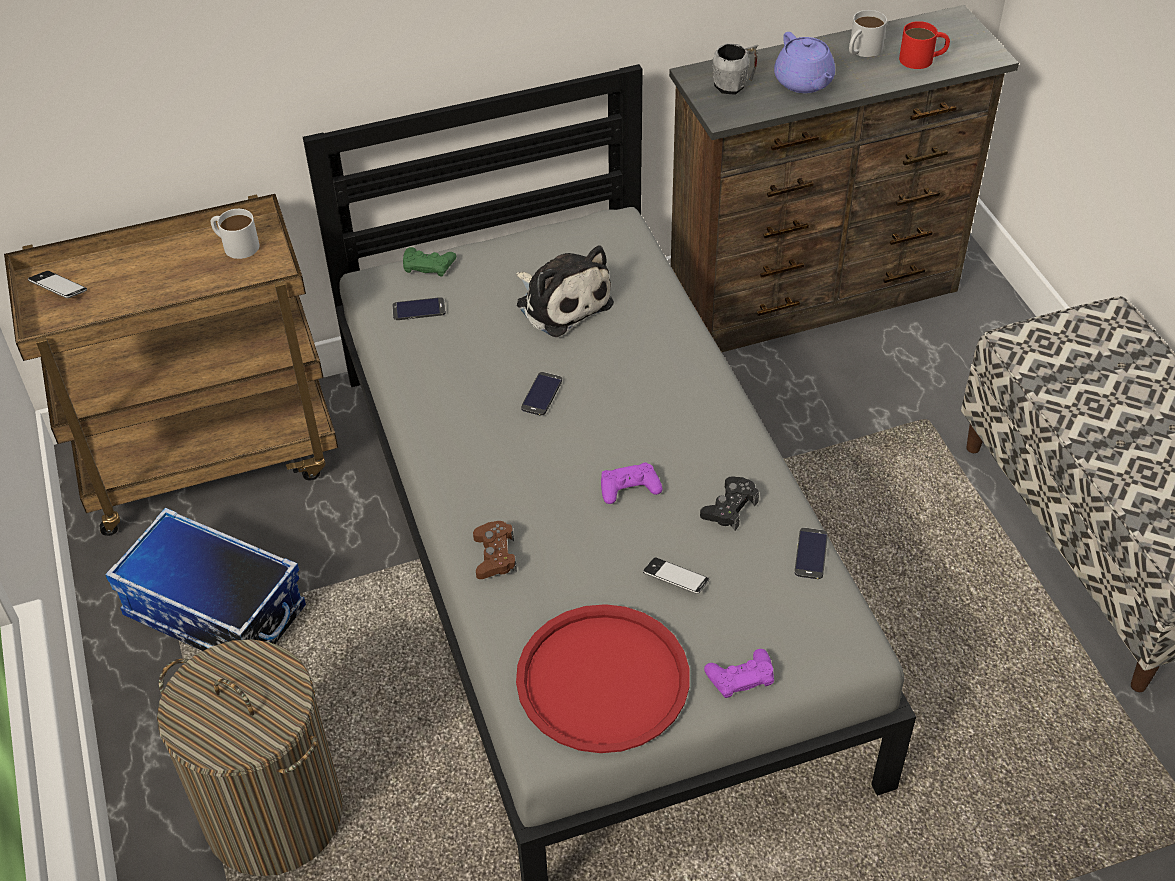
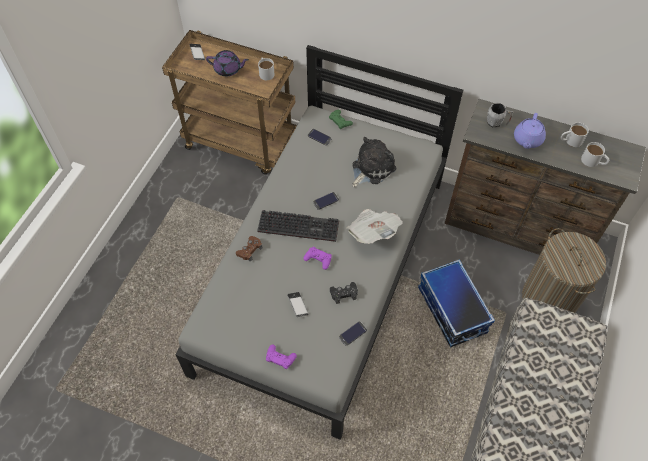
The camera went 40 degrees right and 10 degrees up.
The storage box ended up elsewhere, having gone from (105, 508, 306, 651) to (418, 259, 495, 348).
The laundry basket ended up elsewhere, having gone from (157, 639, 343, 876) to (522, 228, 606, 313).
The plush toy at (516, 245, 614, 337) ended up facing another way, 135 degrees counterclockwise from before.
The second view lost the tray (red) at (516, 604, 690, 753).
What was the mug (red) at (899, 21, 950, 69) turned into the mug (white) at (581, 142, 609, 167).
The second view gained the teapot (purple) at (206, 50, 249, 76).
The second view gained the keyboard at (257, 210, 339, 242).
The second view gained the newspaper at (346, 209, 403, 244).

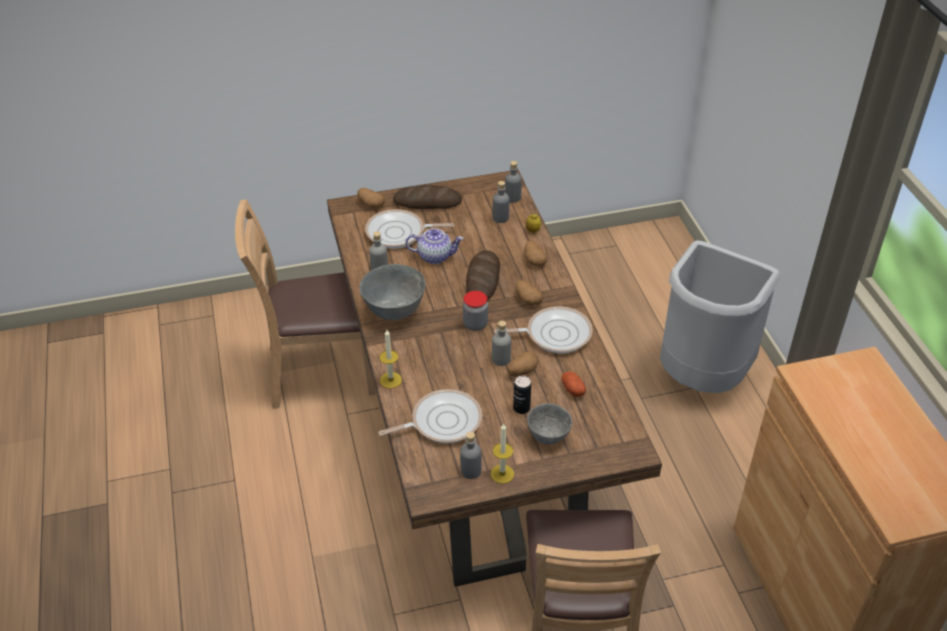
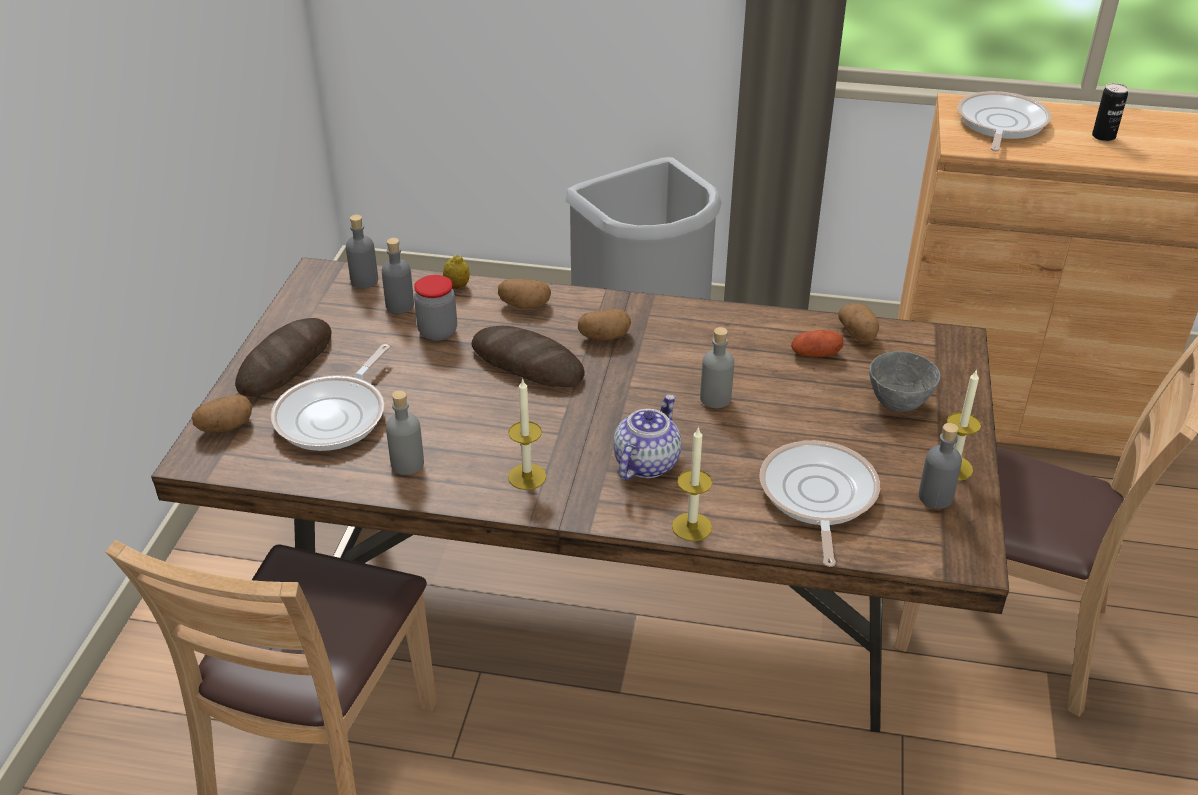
The camera went 65 degrees left and 5 degrees down.
Where the bowl (grey) stood at (360, 264, 426, 320), the candle came to stand at (508, 378, 547, 490).
The teapot ended up elsewhere, having gone from (405, 228, 464, 264) to (613, 395, 682, 480).
The jar ended up elsewhere, having gone from (463, 291, 488, 331) to (414, 275, 457, 341).
The frying pan ended up elsewhere, having gone from (494, 306, 593, 353) to (958, 91, 1051, 151).
The potato ended up elsewhere, having gone from (508, 352, 538, 377) to (838, 303, 879, 343).
The can ended up elsewhere, having gone from (513, 376, 531, 414) to (1092, 83, 1128, 142).

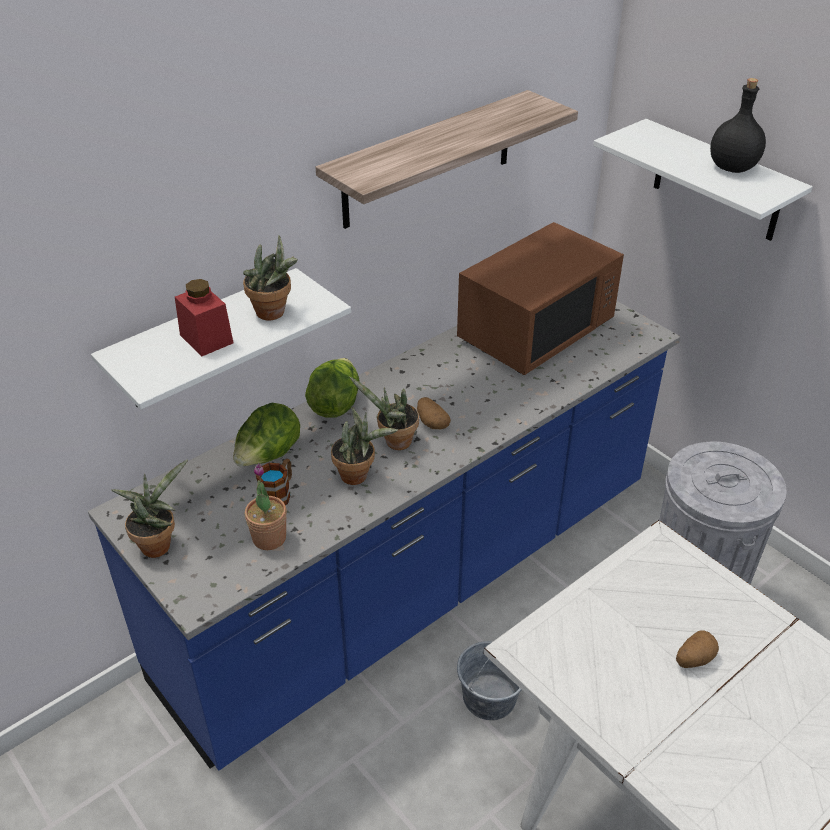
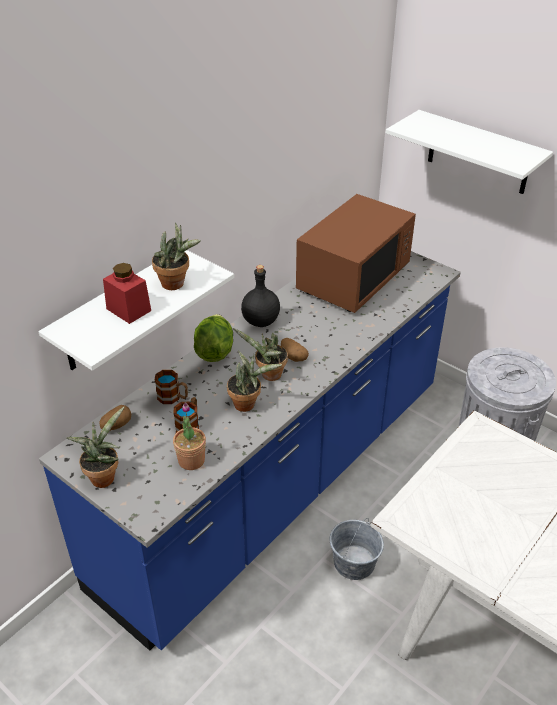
The camera went 10 degrees left and 0 degrees up.
Where the lettuce stood at (233, 403, 300, 466), the mug came to stand at (155, 370, 188, 404).
The second view lost the shelf at (315, 90, 578, 229).
The potato ended up elsewhere, having gone from (676, 630, 719, 668) to (99, 405, 131, 431).
The bottle (black) ended up elsewhere, having gone from (710, 78, 766, 173) to (241, 265, 280, 327).

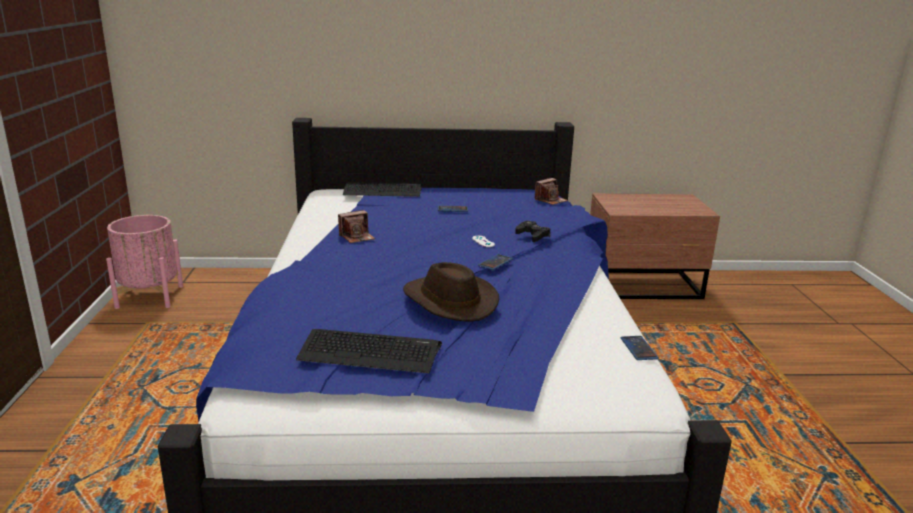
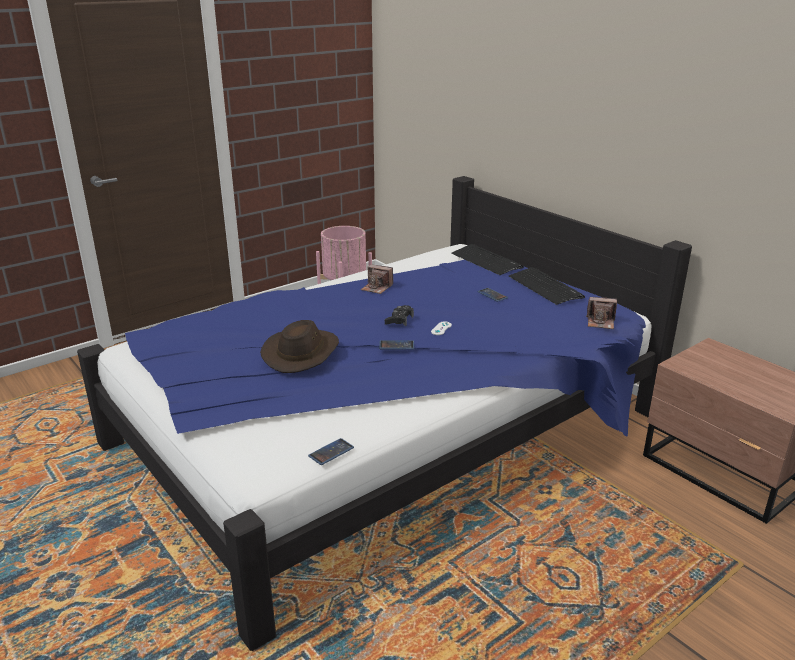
The camera went 55 degrees right and 5 degrees up.
The keyboard ended up elsewhere, having gone from (296, 329, 442, 373) to (509, 267, 585, 305).
The game controller (black) ended up elsewhere, having gone from (515, 221, 550, 242) to (385, 305, 414, 327).

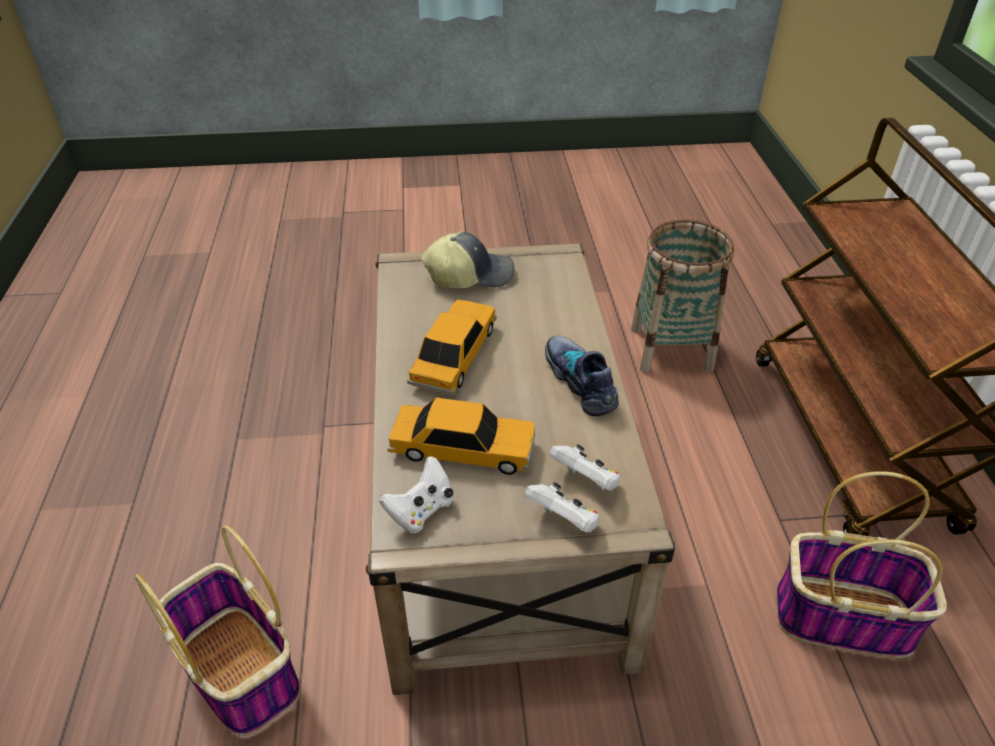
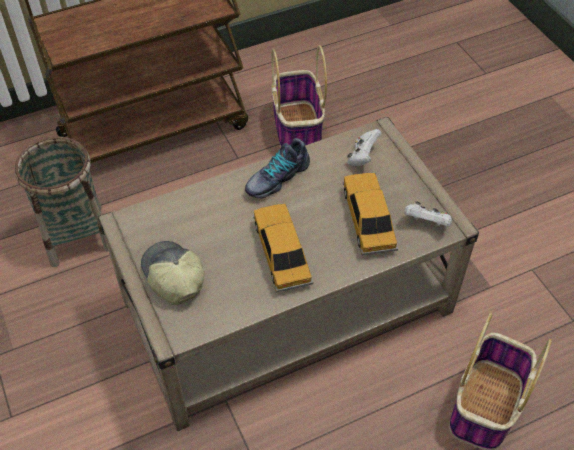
The camera went 110 degrees left and 10 degrees up.
The toy car at (407, 300, 496, 395) ended up facing another way, 75 degrees clockwise from before.
The second view lost the game controller (white) at (524, 482, 599, 532).

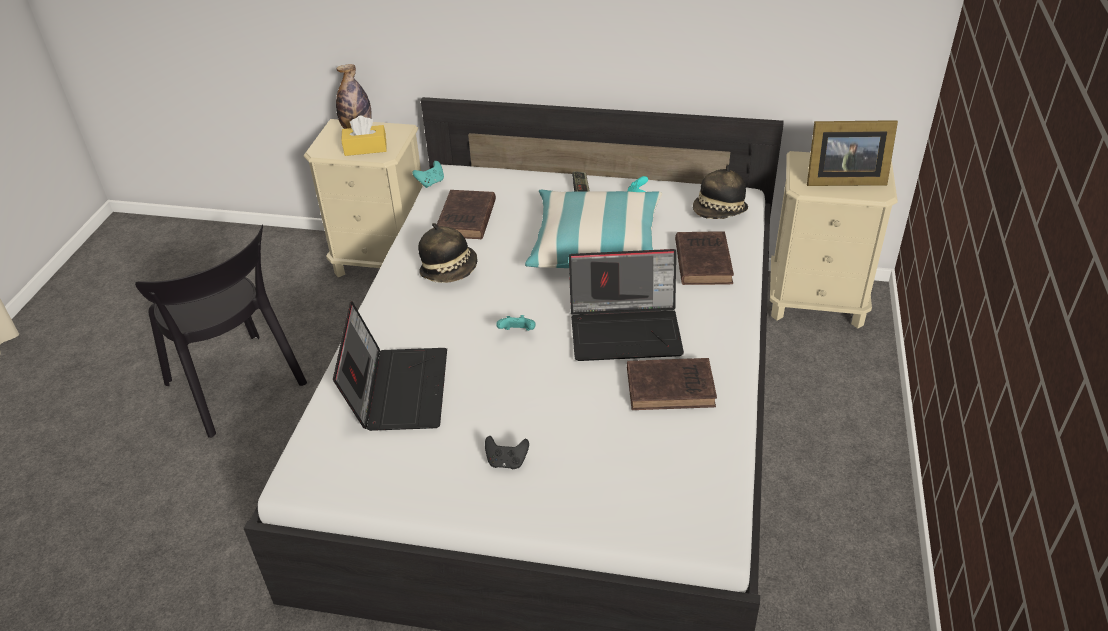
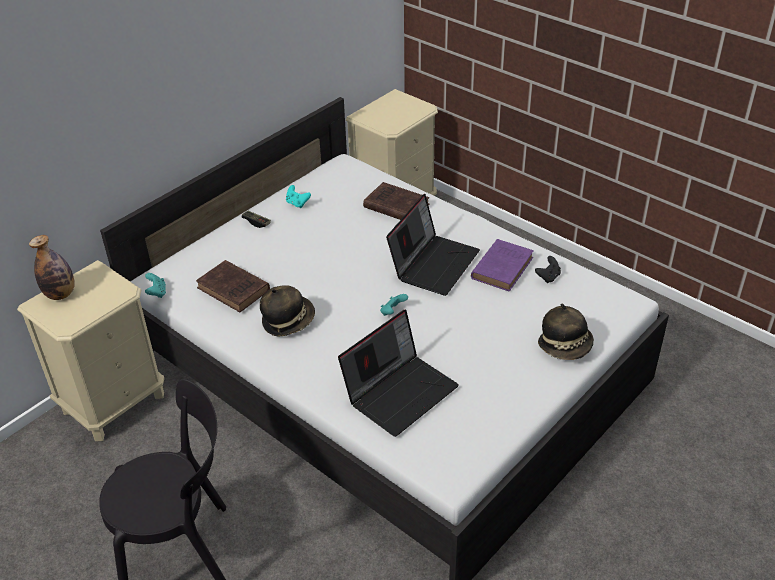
The camera went 60 degrees left and 0 degrees up.
The laptop at (333, 301, 447, 431) ended up facing another way, 105 degrees clockwise from before.
The second view lost the tissue box (yellow) at (341, 115, 387, 156).
The game controller (black) ended up elsewhere, having gone from (485, 436, 529, 469) to (535, 256, 561, 283).
The second view lost the pillow at (525, 189, 662, 268).
What was the book (brown) at (627, 358, 717, 410) turned into the book (purple) at (471, 239, 534, 291).
The hat ended up elsewhere, having gone from (693, 164, 748, 219) to (538, 303, 594, 360).
The second view lost the picture frame at (807, 120, 898, 186).

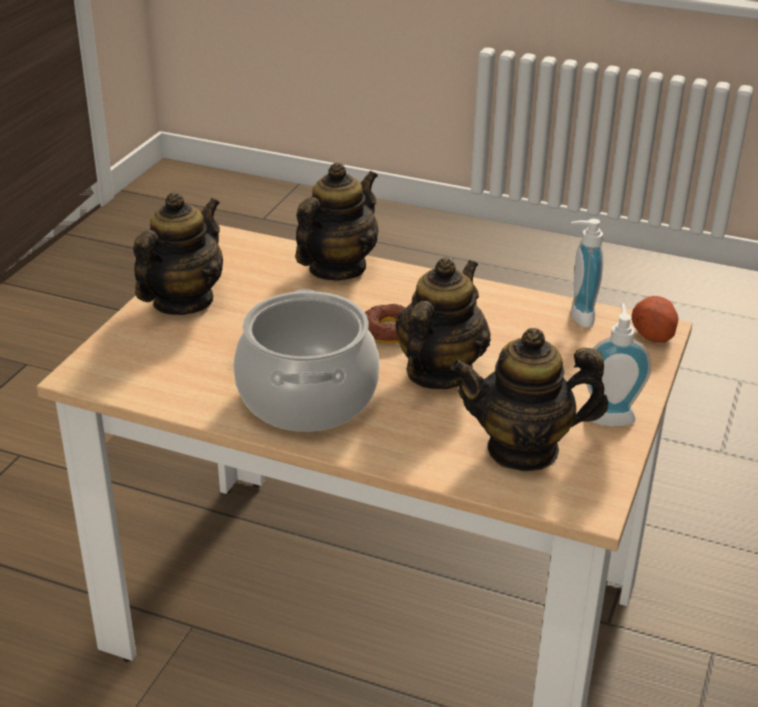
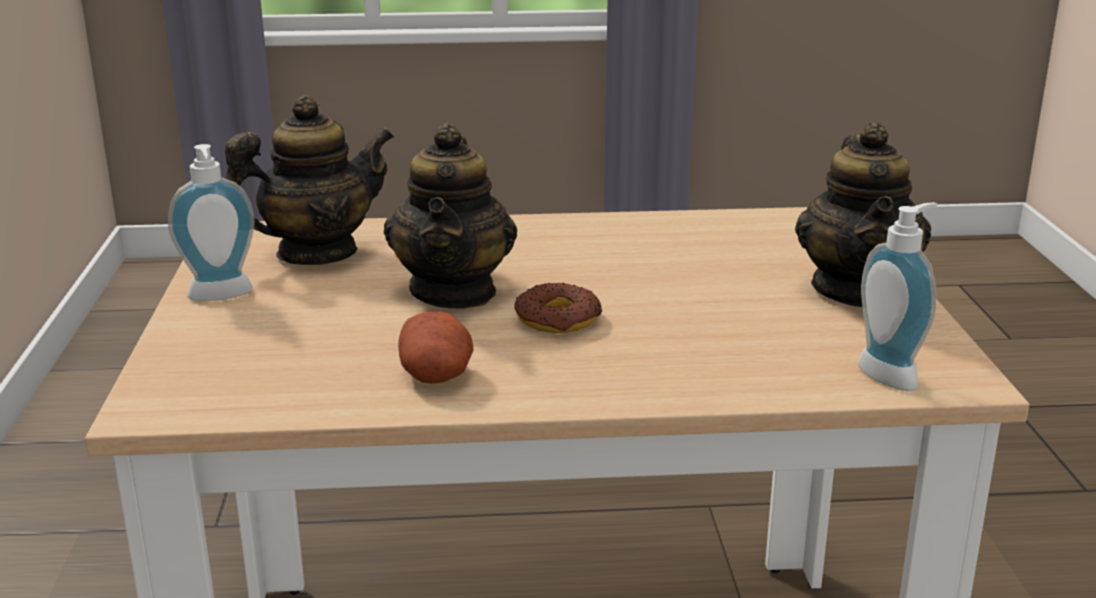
The camera went 155 degrees right and 10 degrees down.
The second view lost the cooking pot at (233, 289, 380, 432).
The second view lost the teapot at (295, 162, 378, 281).
The soap dispenser ended up elsewhere, having gone from (571, 219, 604, 328) to (858, 203, 937, 391).
The potato ended up elsewhere, having gone from (631, 296, 679, 343) to (398, 311, 474, 383).

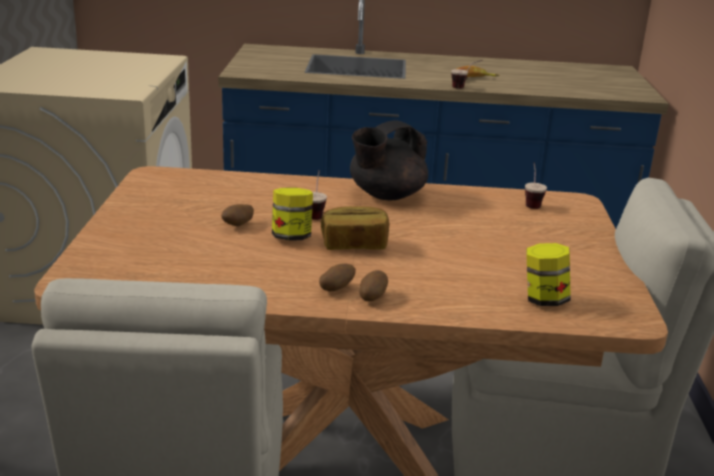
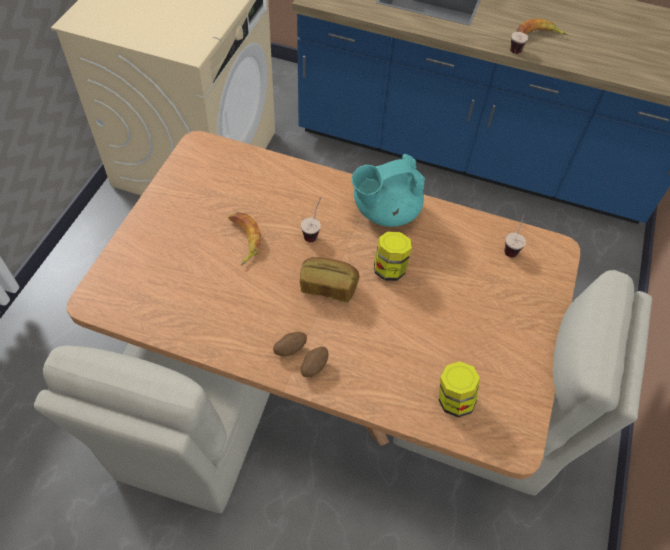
The camera went 15 degrees right and 30 degrees up.
Where the potato stood at (221, 204, 254, 226), the banana came to stand at (228, 212, 261, 265).
The jar ended up elsewhere, having gone from (272, 188, 313, 241) to (374, 231, 412, 281).
What was the teapot (black) at (350, 120, 428, 201) turned into the teapot (turquoise) at (352, 154, 425, 227).

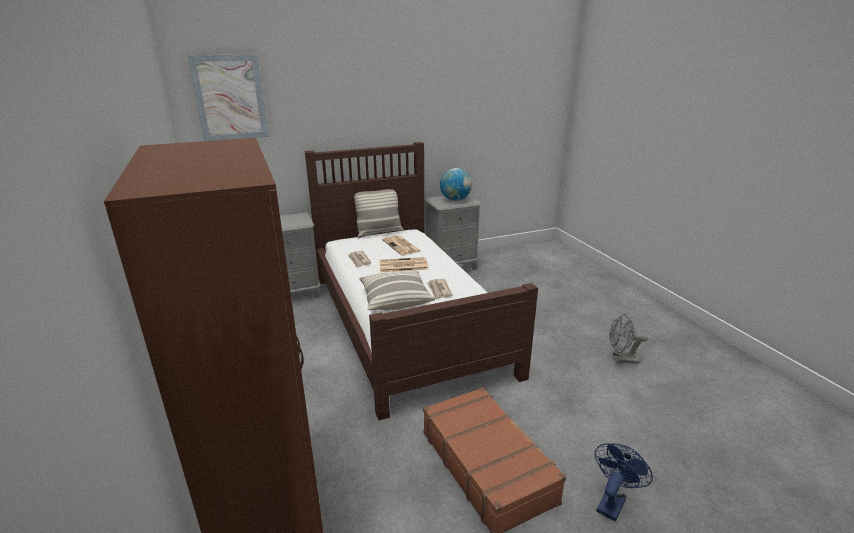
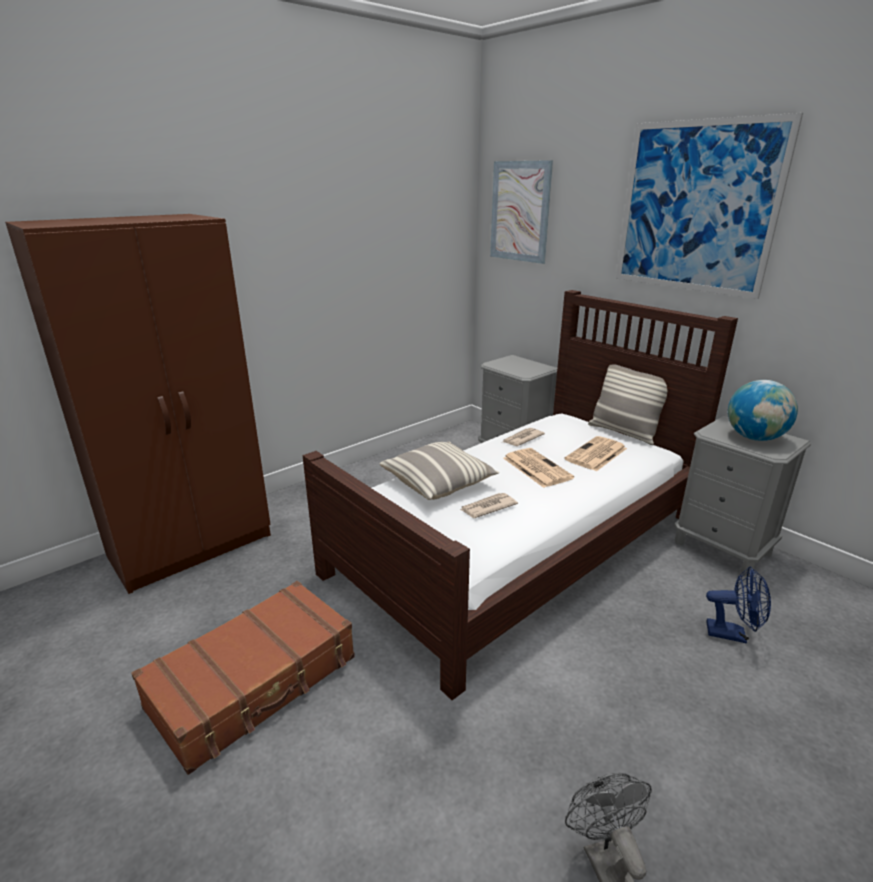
The camera went 70 degrees right and 0 degrees up.
The fan (blue) ended up elsewhere, having gone from (595, 443, 653, 521) to (706, 567, 771, 644).
The second view gained the picture at (616, 113, 803, 299).

